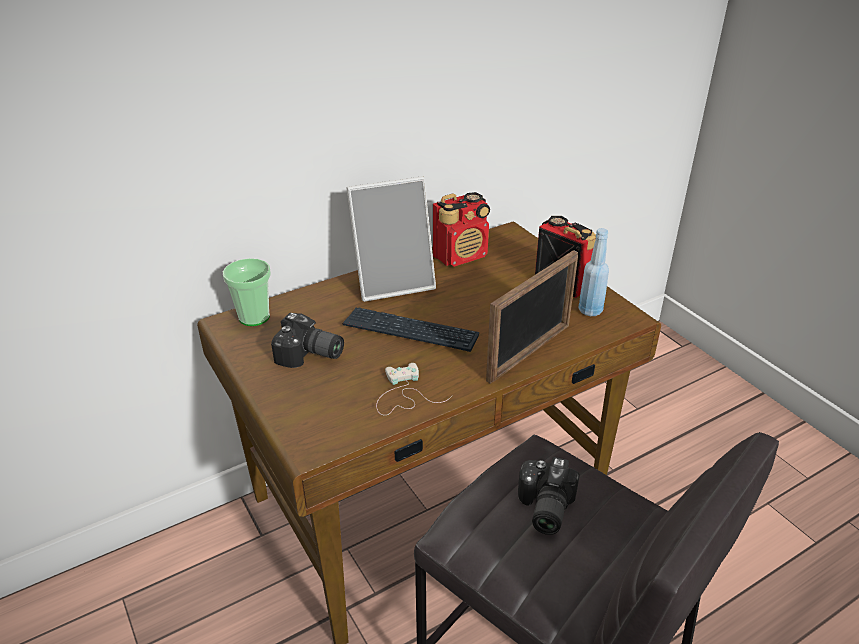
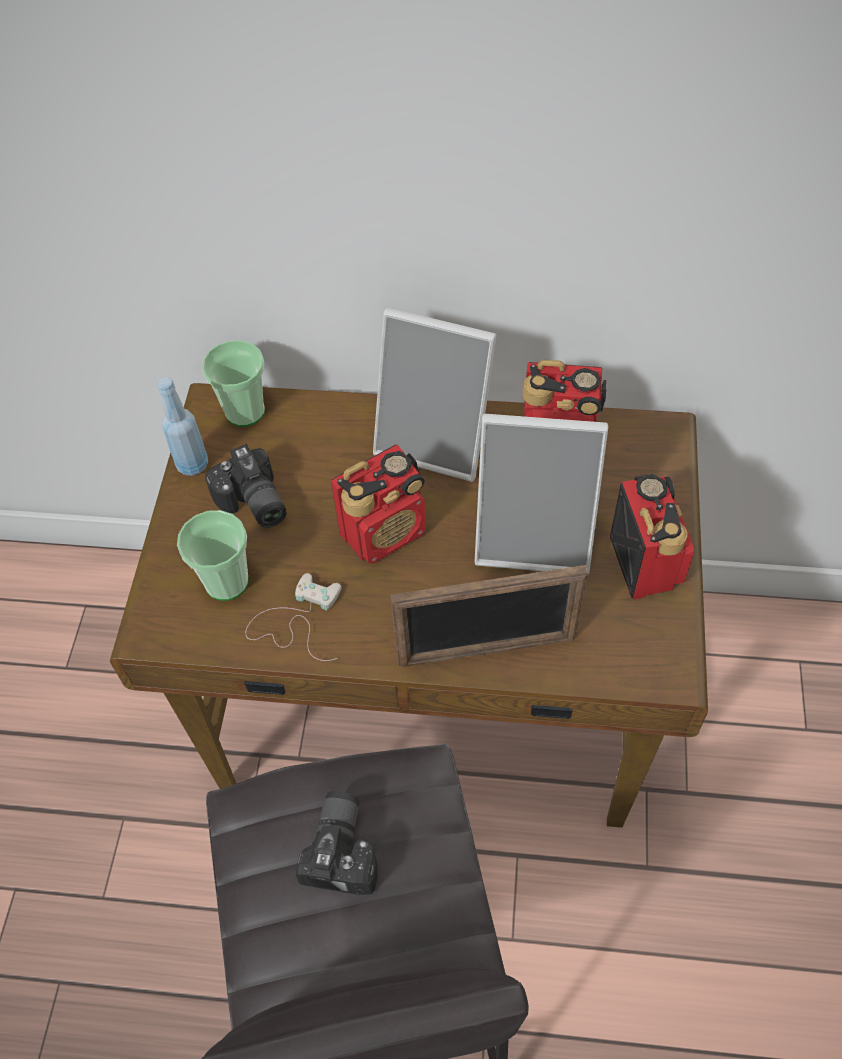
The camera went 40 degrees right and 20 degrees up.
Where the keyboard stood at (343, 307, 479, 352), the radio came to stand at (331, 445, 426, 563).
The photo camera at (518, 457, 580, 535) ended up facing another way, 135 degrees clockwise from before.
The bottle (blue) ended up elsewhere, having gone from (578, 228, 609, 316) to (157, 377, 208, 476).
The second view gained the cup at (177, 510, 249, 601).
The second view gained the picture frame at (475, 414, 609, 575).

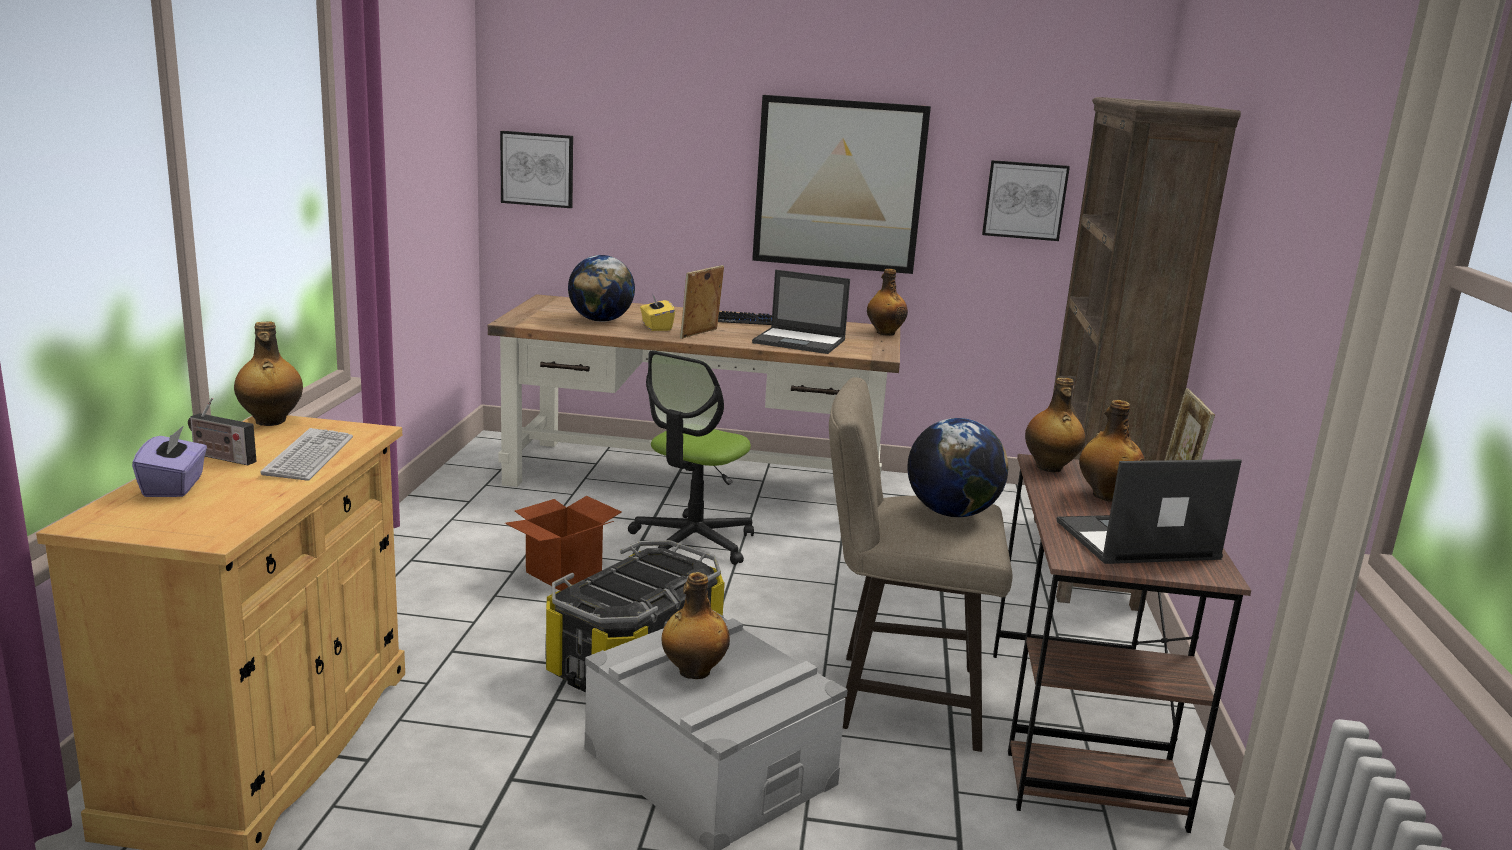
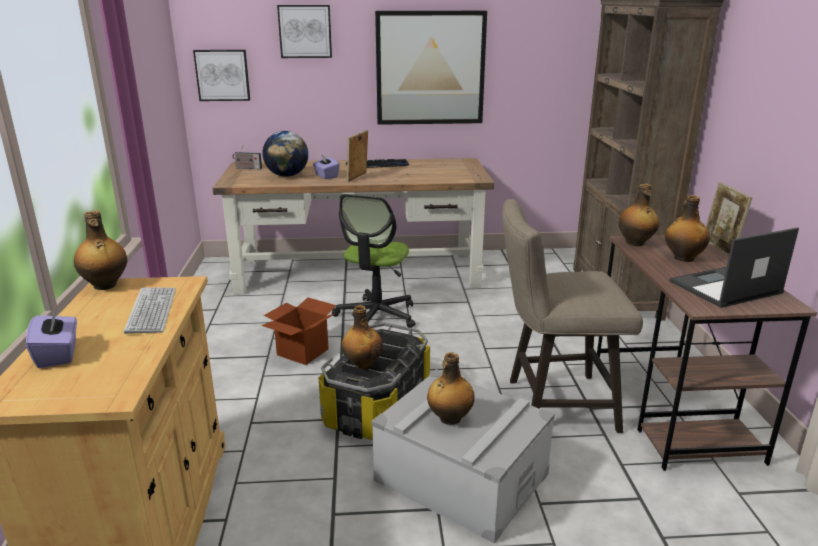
The camera went 10 degrees left and 5 degrees up.
The radio ended up elsewhere, having gone from (188, 397, 257, 465) to (232, 146, 262, 169).
What was the tissue box (yellow) at (640, 294, 675, 331) turned into the tissue box (purple) at (313, 154, 340, 179).
The second view lost the laptop at (752, 270, 850, 354).
The bottle ended up elsewhere, having gone from (867, 269, 908, 336) to (342, 305, 383, 370).
The second view lost the globe at (907, 418, 1008, 517).
The picture ended up elsewhere, having gone from (982, 160, 1070, 241) to (277, 5, 332, 58).

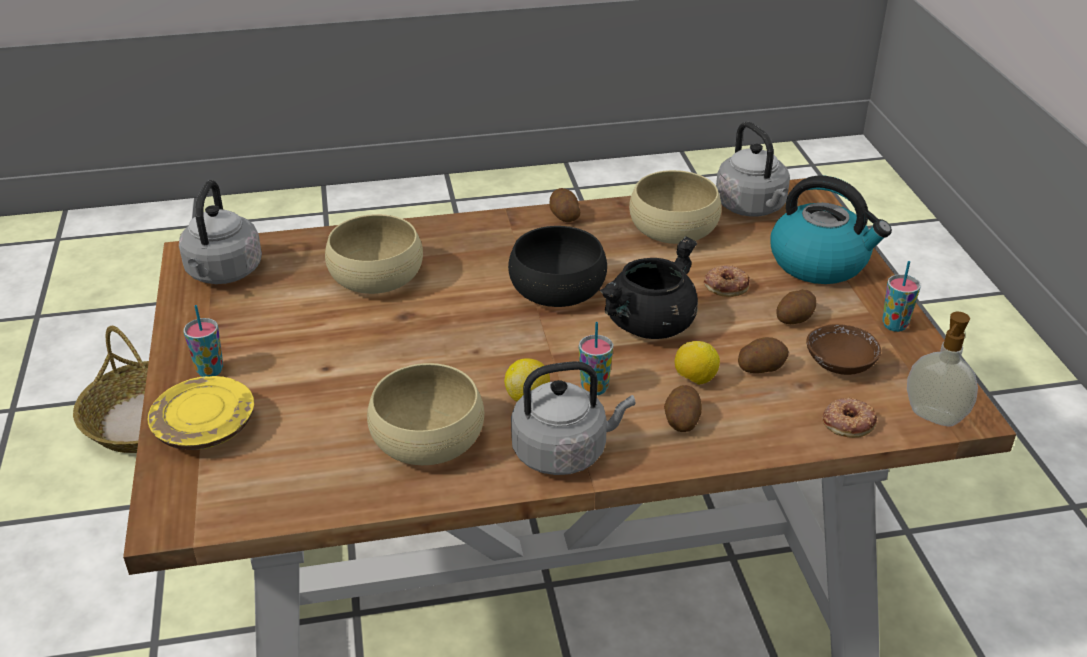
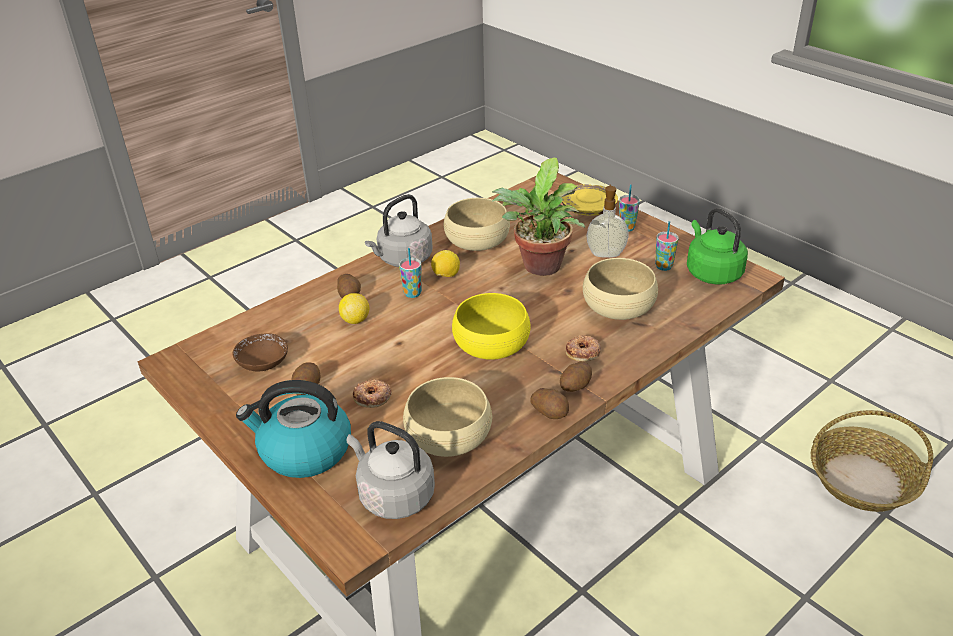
The camera went 150 degrees right and 0 degrees up.
What was the kettle (grey) at (179, 180, 262, 284) turned into the kettle (green) at (687, 208, 748, 285).
What was the bowl (black) at (508, 226, 607, 307) turned into the bowl (yellow) at (452, 293, 531, 360).
The second view lost the cooking pot (black) at (599, 236, 698, 339).
The potato ended up elsewhere, having gone from (738, 337, 789, 373) to (560, 361, 592, 392).
The donut ended up elsewhere, having gone from (822, 397, 877, 438) to (566, 335, 601, 361).
The cup ended up elsewhere, having gone from (882, 261, 921, 332) to (655, 221, 679, 271).
The soap dispenser ended up elsewhere, having gone from (907, 312, 978, 426) to (586, 184, 629, 258).
The second view gained the potted plant at (492, 157, 585, 276).

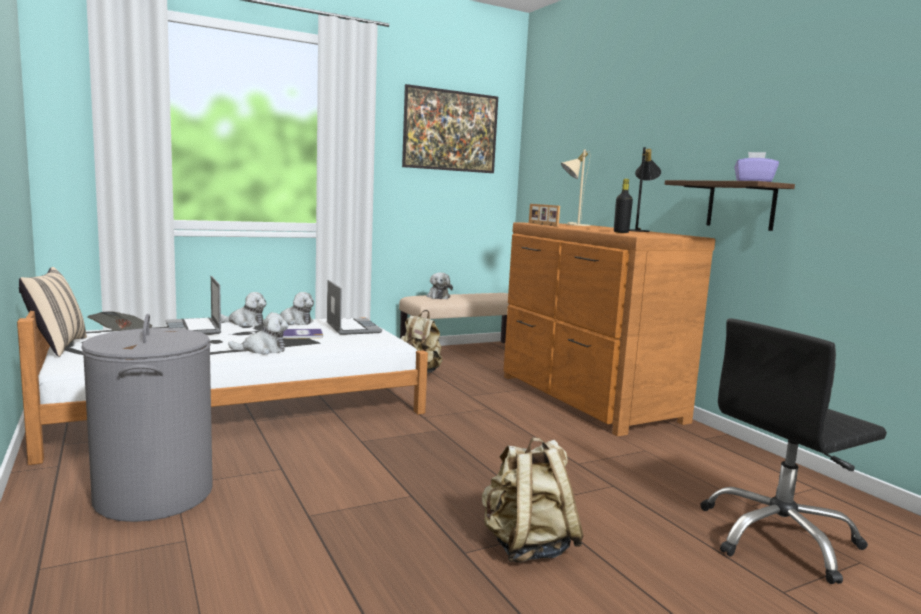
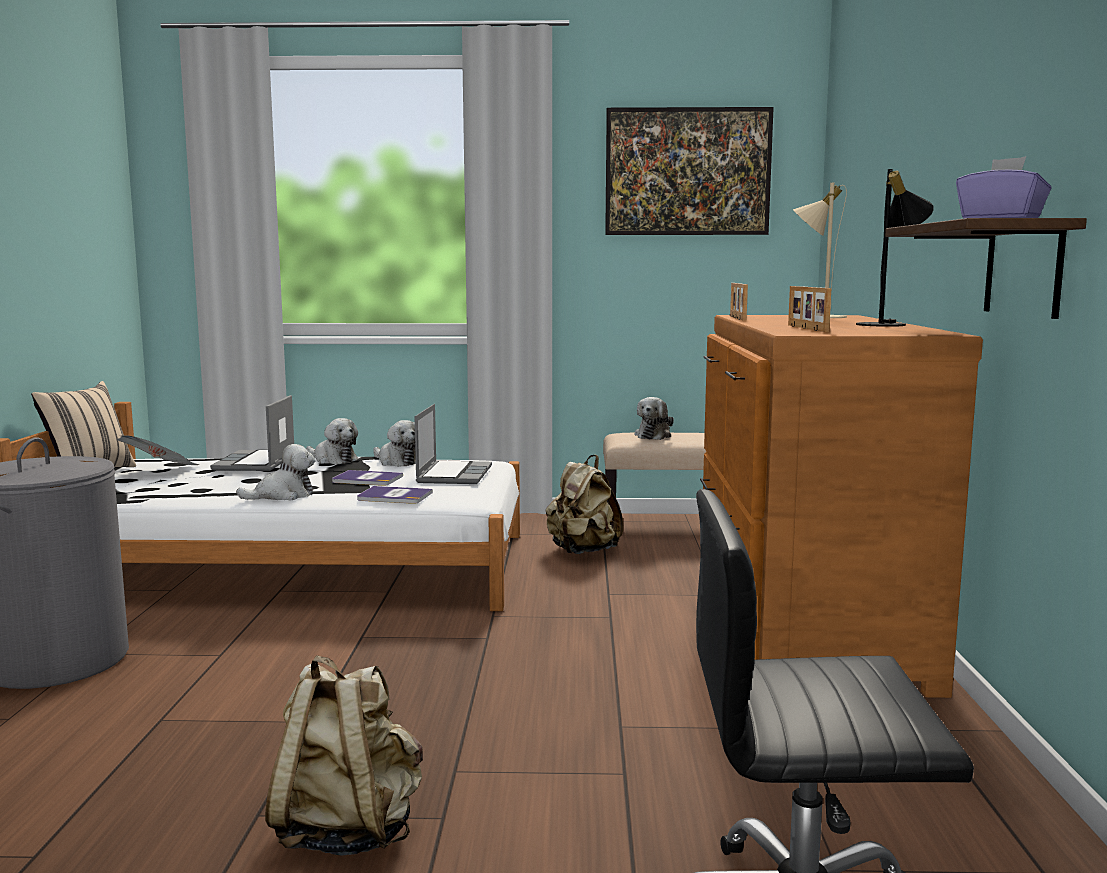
The camera went 30 degrees right and 0 degrees up.
The plush toy at (228, 313, 289, 355) ended up facing another way, 45 degrees counterclockwise from before.
Where the bottle (black) stood at (614, 179, 633, 233), the picture frame came to stand at (788, 286, 831, 332).
The second view gained the book at (357, 486, 433, 504).

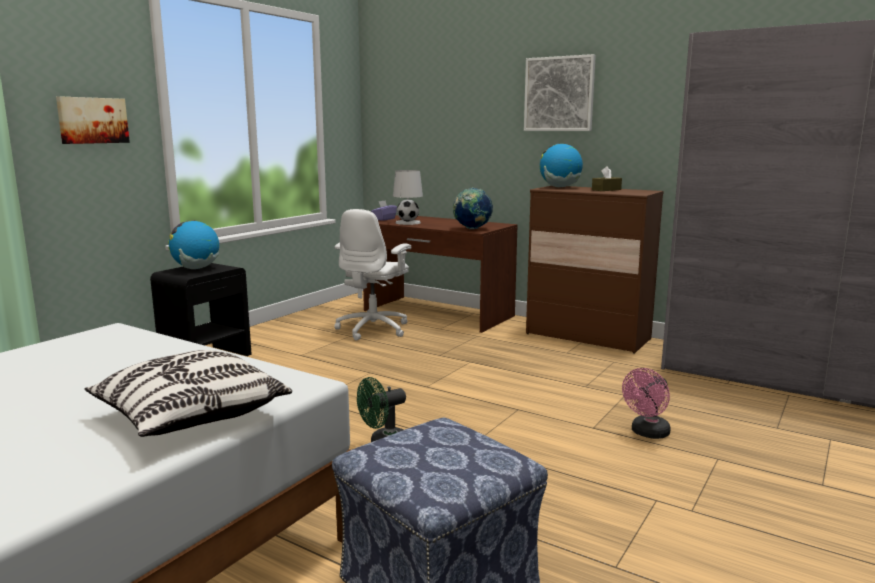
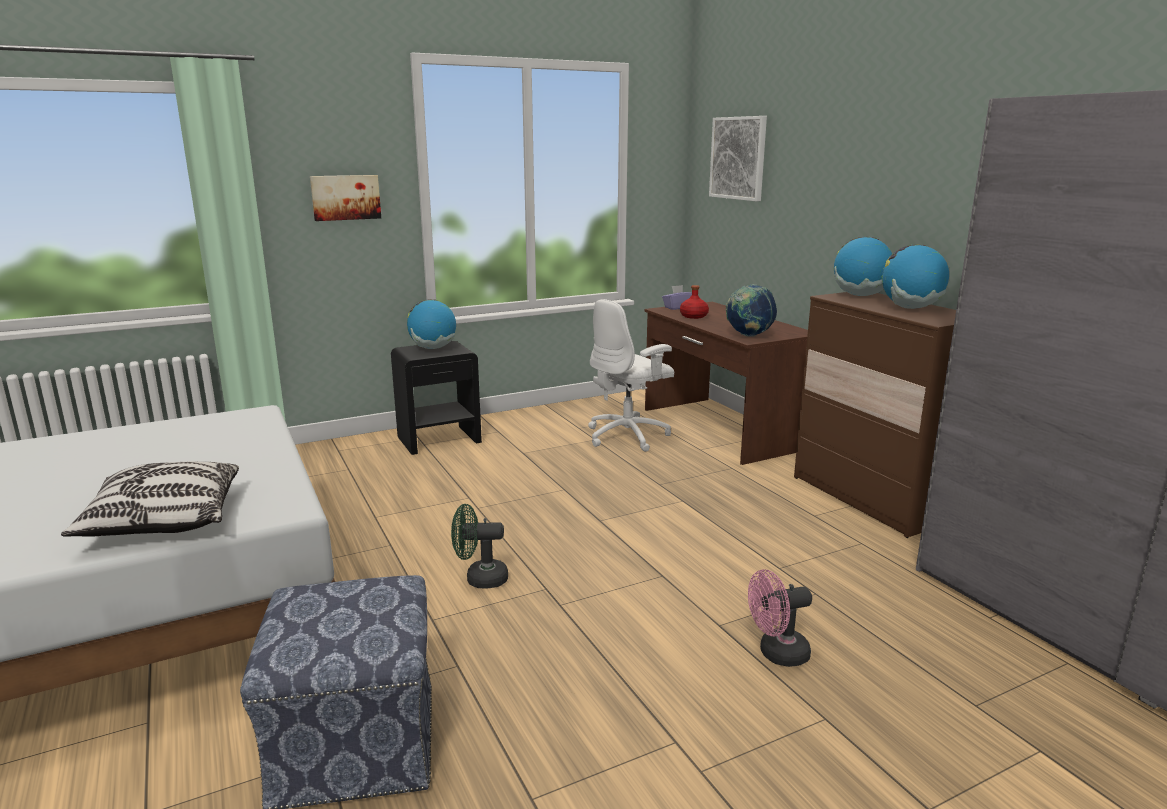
The camera went 30 degrees right and 5 degrees up.
Where the table lamp (white) stood at (393, 170, 423, 225), the bottle (red) came to stand at (680, 285, 709, 319).
The picture ended up elsewhere, having gone from (524, 54, 596, 131) to (709, 116, 767, 201).
Where the tissue box (brown) stood at (592, 166, 622, 191), the globe came to stand at (882, 245, 949, 309).

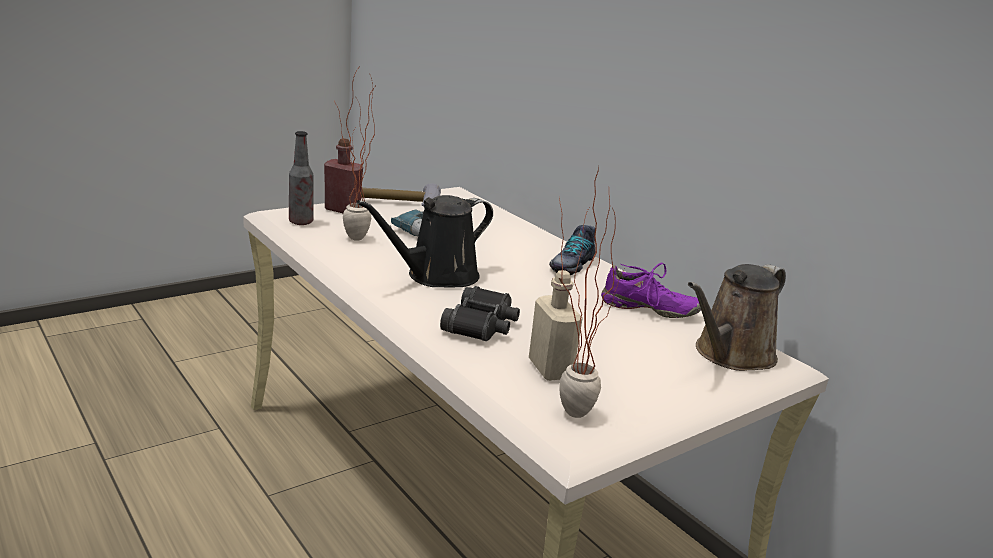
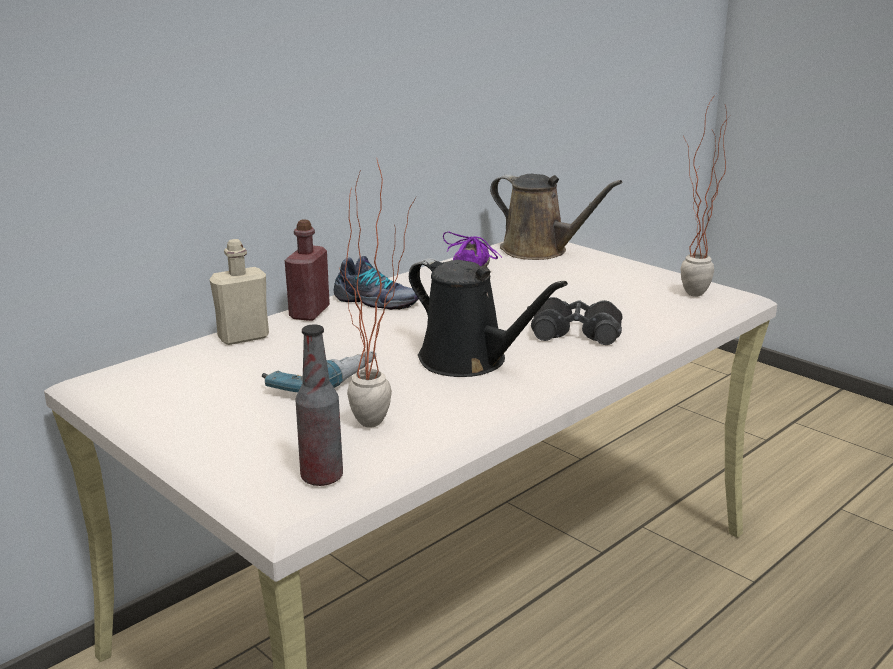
The camera went 95 degrees left and 0 degrees up.
The bottle (red) ended up elsewhere, having gone from (324, 138, 363, 213) to (285, 219, 330, 321).
The second view lost the hammer at (361, 183, 441, 207).
The bottle (beige) ended up elsewhere, having gone from (529, 270, 583, 381) to (210, 239, 269, 345).

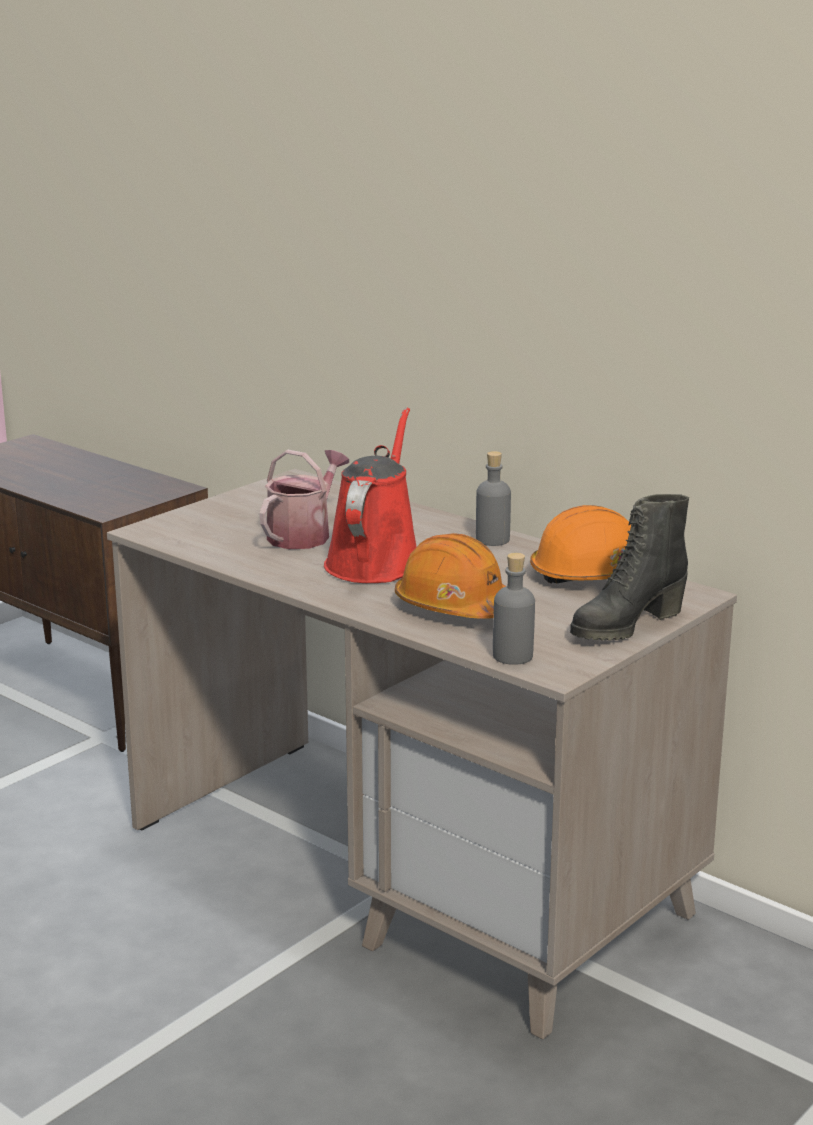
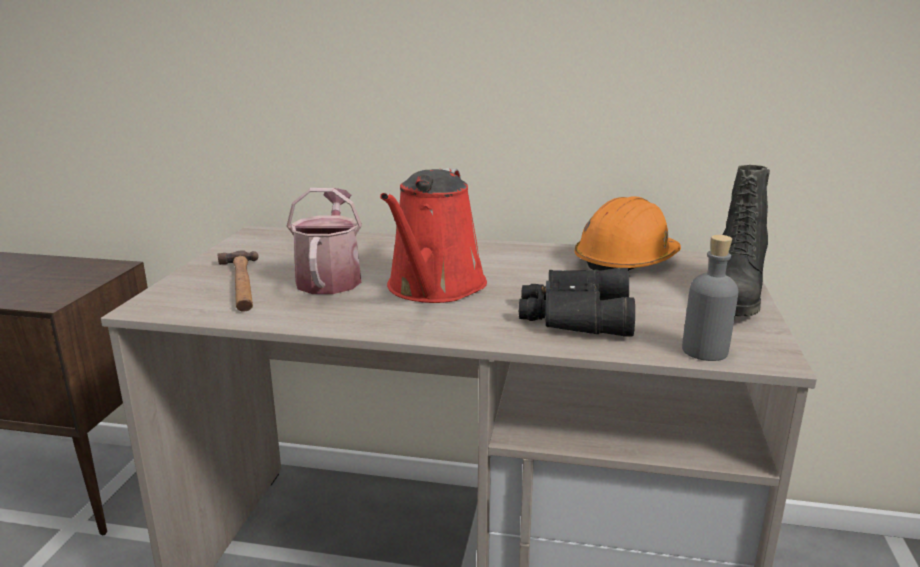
The camera went 30 degrees left and 0 degrees up.
The watering can (red) at (324, 408, 416, 583) ended up facing another way, 150 degrees counterclockwise from before.
Where the hard hat (orange) stood at (395, 533, 506, 619), the binoculars (black) came to stand at (519, 268, 635, 336).
The second view lost the bottle (grey) at (476, 451, 511, 546).
The second view gained the hammer at (218, 250, 259, 311).

